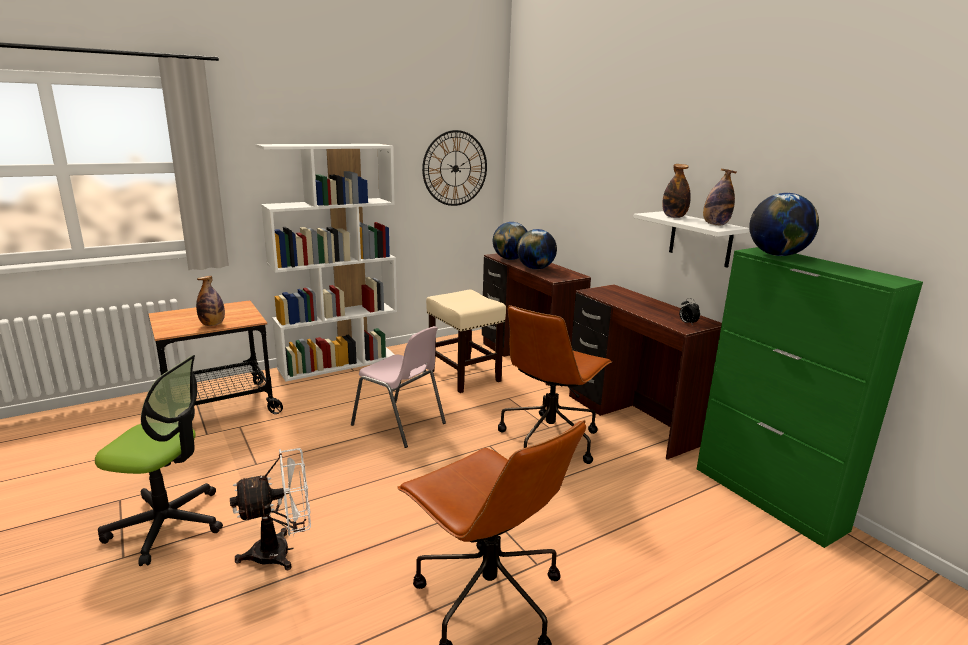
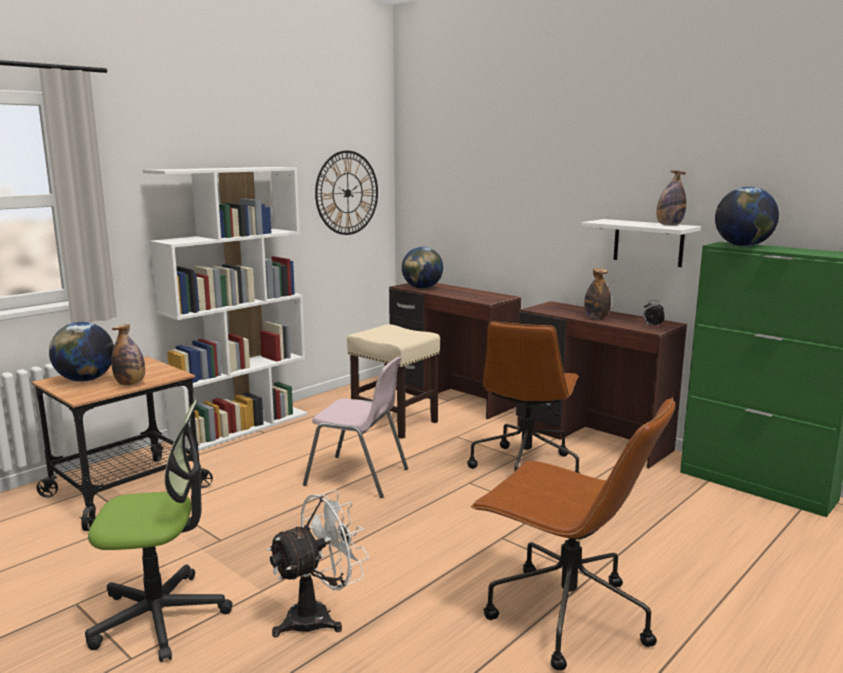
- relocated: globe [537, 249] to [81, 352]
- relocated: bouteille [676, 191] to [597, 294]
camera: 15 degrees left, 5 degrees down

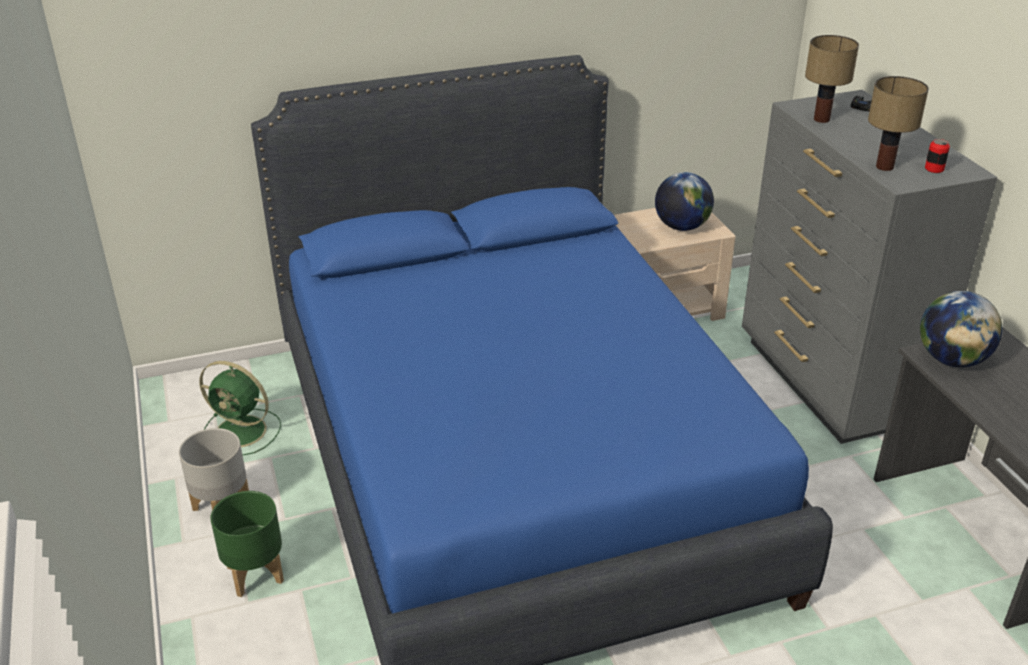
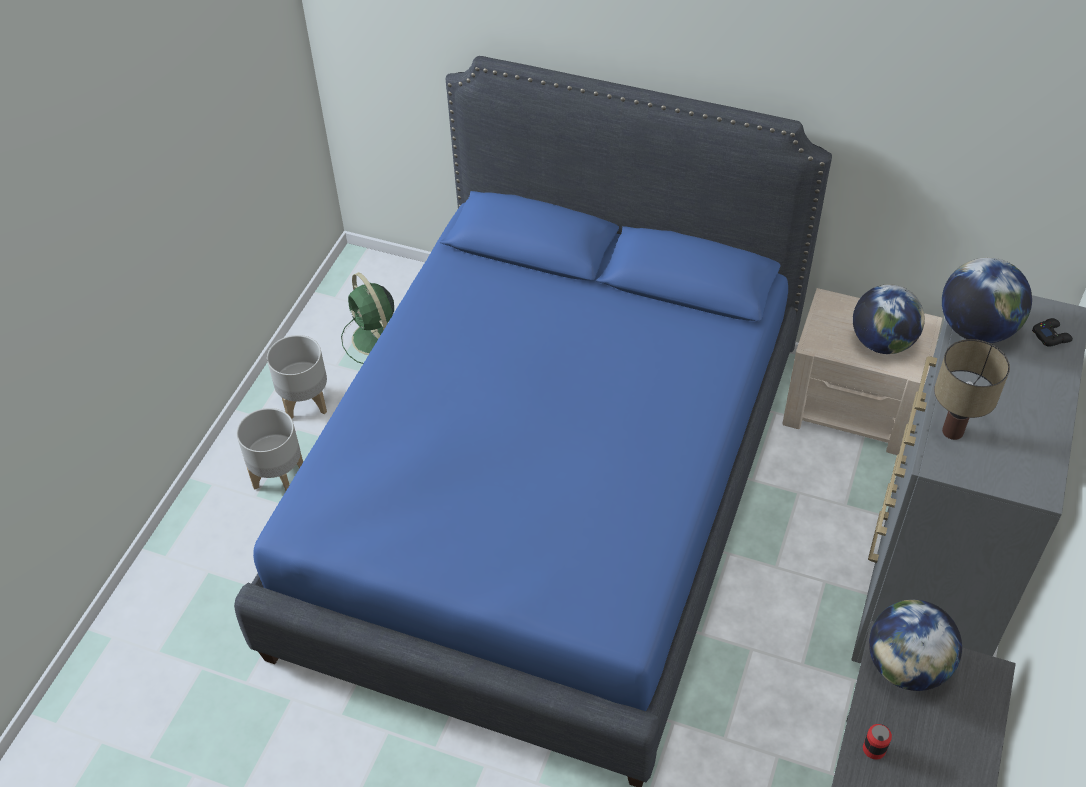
- relocated: boîte métallique [937, 156] to [877, 741]
- exchanged: lampe de table [832, 79] to globe [987, 300]
- colour: cache-pot [vert] [247, 544] to cache-pot [gris] [270, 449]
camera: 40 degrees right, 15 degrees up

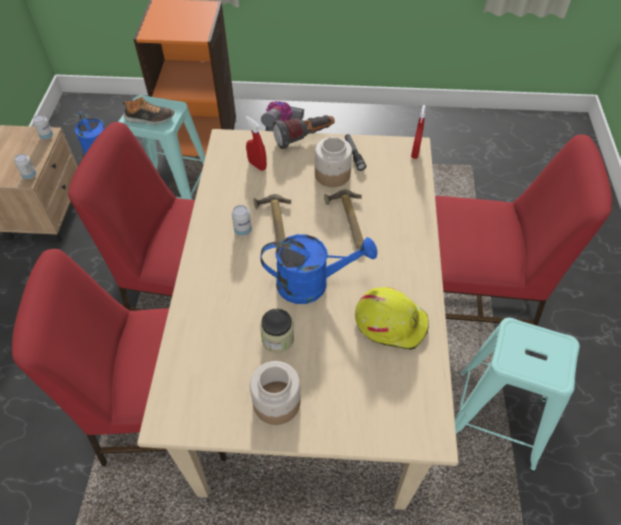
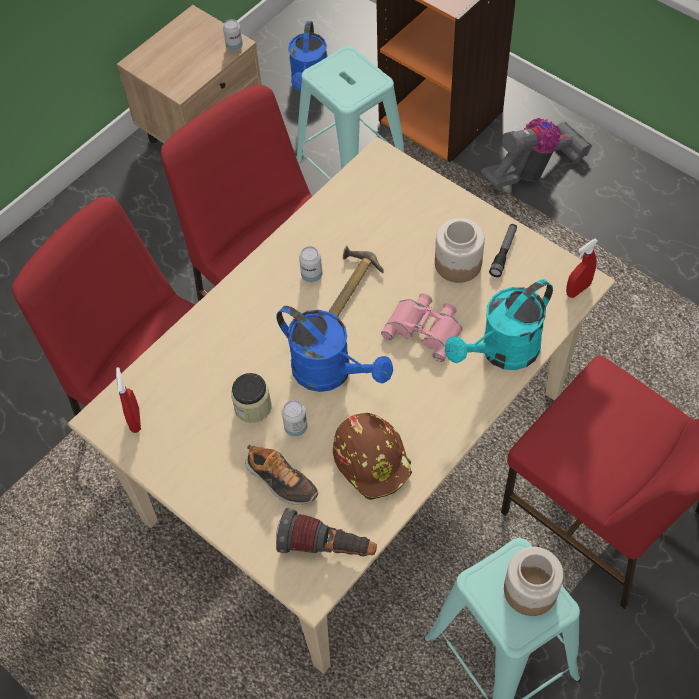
- appeared: arrosoir [turquoise] [499, 324]
- relocated: boîte métallique [25, 166] to [294, 418]
- relocated: chaussure [148, 111] to [281, 474]
- relocated: vaporisateur [rouge] [256, 143] to [128, 400]
- relocated: bocal [275, 393] to [534, 581]
- relocated: lampe de poche [304, 132] to [326, 532]
- exchanged: marteau [344, 219] to jumelles [rose] [422, 327]
- colour: casque de chantier [jaune] [392, 318] to casque de chantier [marron] [372, 456]
camera: 40 degrees right, 5 degrees up

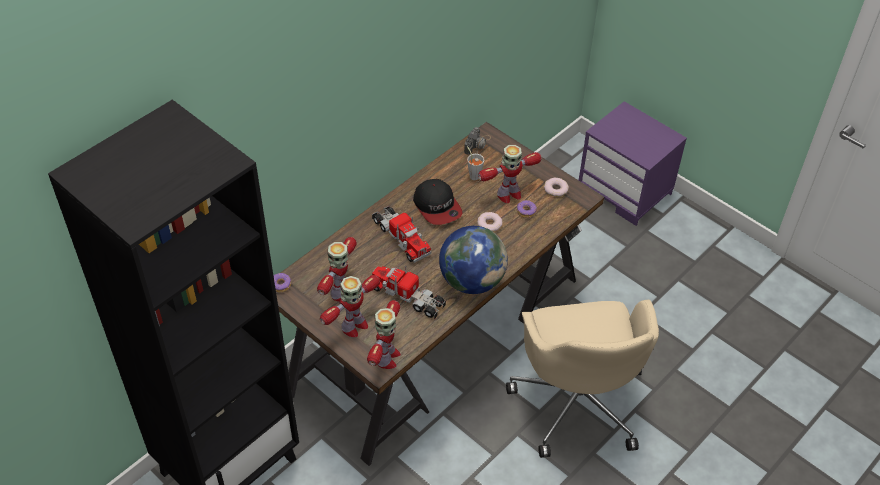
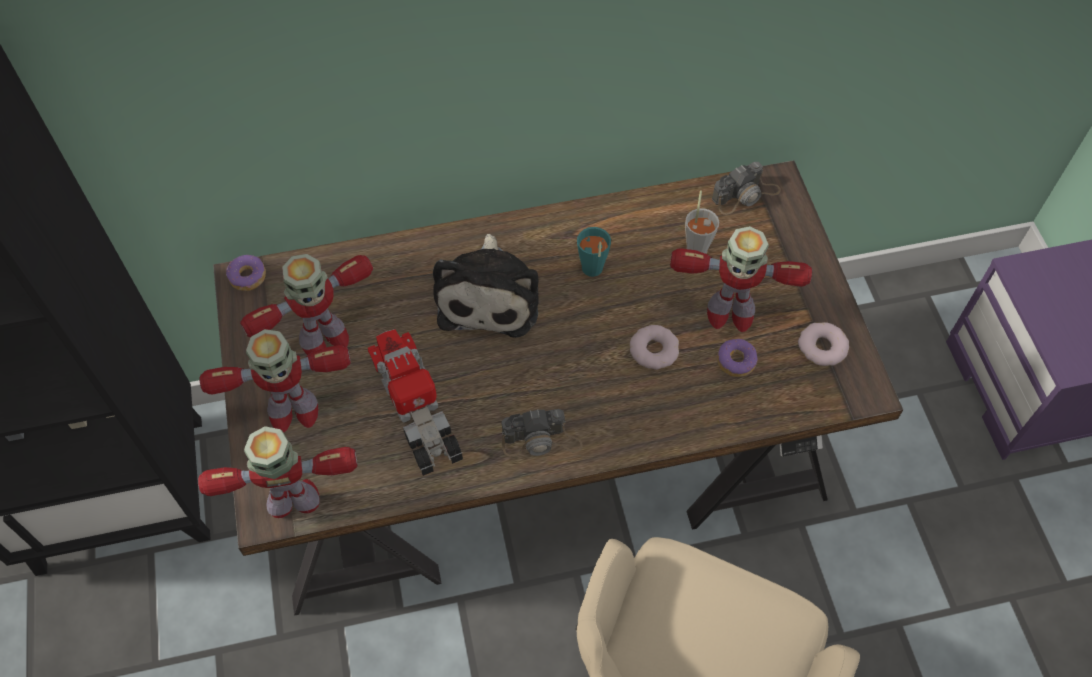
- exchanged: camion jouet [402, 234] to peluche [486, 286]
- exchanged: casquette [437, 202] to tasse [turquoise] [594, 252]
- exchanged: globe [473, 260] to appareil photo [542, 432]
- spun: robot jouet [384, 334] = [278, 472] 150 degrees counterclockwise
camera: 35 degrees right, 10 degrees up

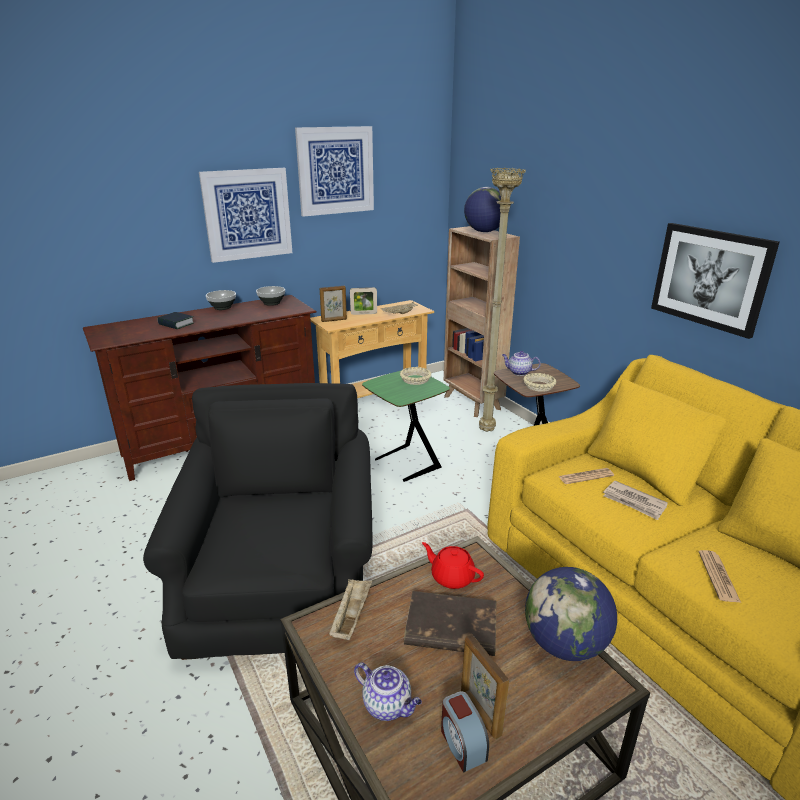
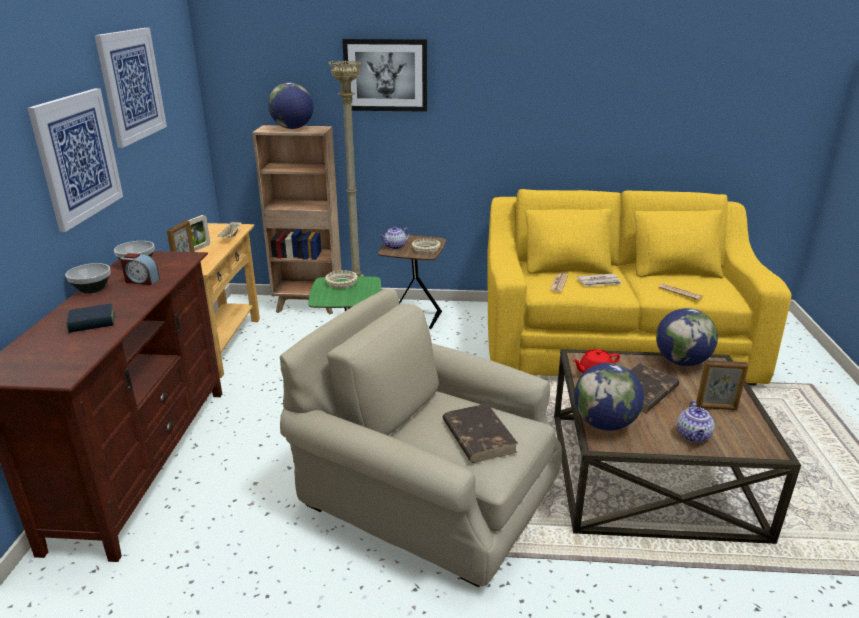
- appeared: livre [marron] [480, 433]
- relocated: réveil [465, 731] to [140, 269]
- relocated: tableau [715, 281] to [384, 75]
- exchanged: plateau [beige] [350, 609] to globe [609, 397]
- colour: fauteuil [noir] [257, 521] to fauteuil [beige] [421, 438]
- spun: théière [388, 692] = [696, 422] 120 degrees clockwise
camera: 55 degrees left, 0 degrees up

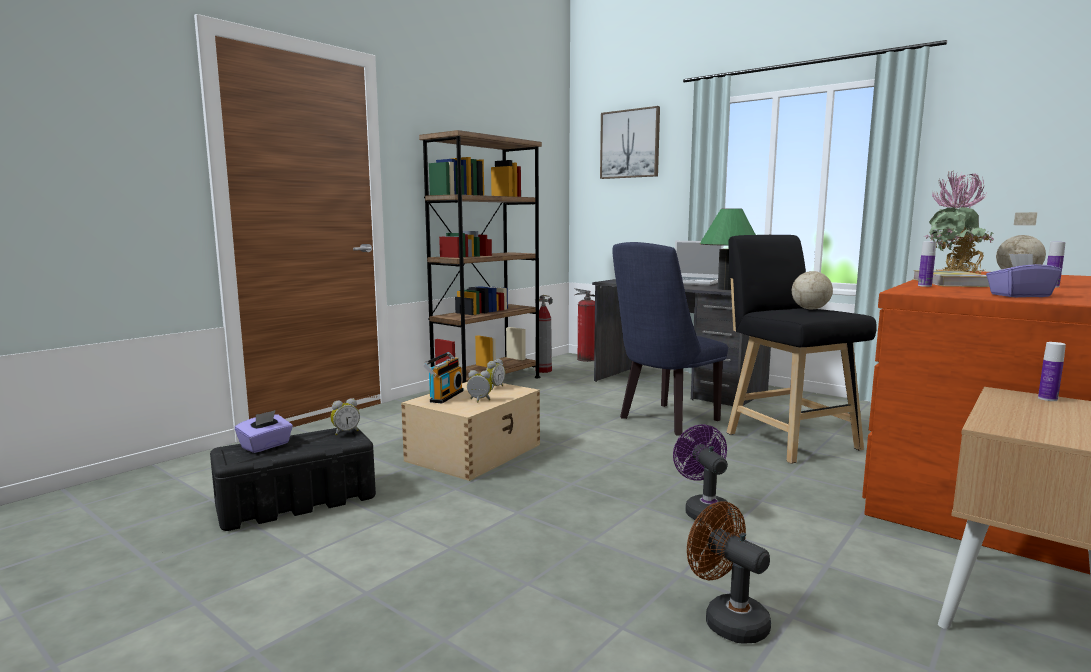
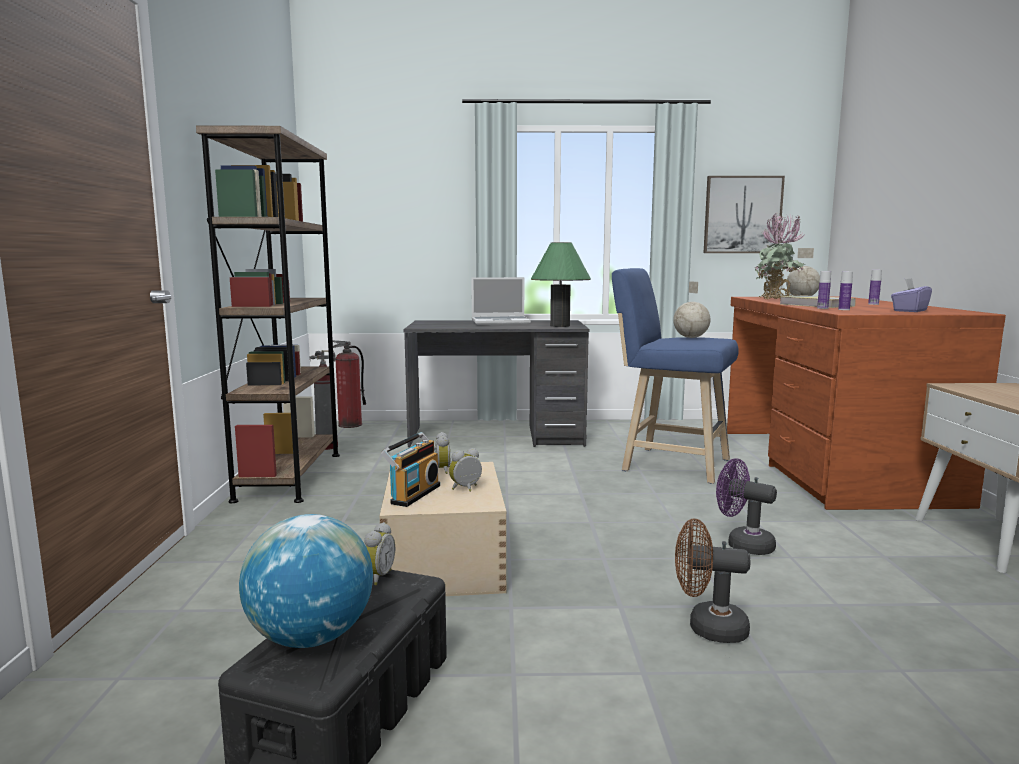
- missing: chaise [bleu] [670, 339]
- relocated: tableau [630, 142] to [744, 214]
- relocated: ventilateur [marron] [729, 572] to [712, 580]
- relocated: bouteille [1052, 371] to [845, 290]
- exchanged: boîte à mouchoirs [violet] [264, 431] to globe [306, 581]
- colour: tabouret [noir] [801, 349] to tabouret [bleu] [675, 376]
- spun: radio [443, 378] = [410, 469] 45 degrees clockwise
camera: 40 degrees left, 0 degrees up

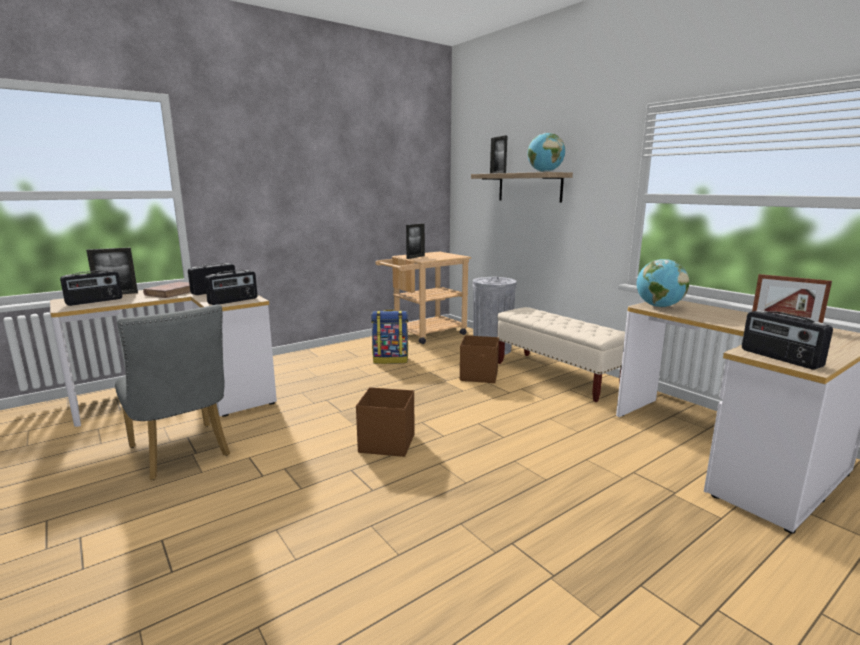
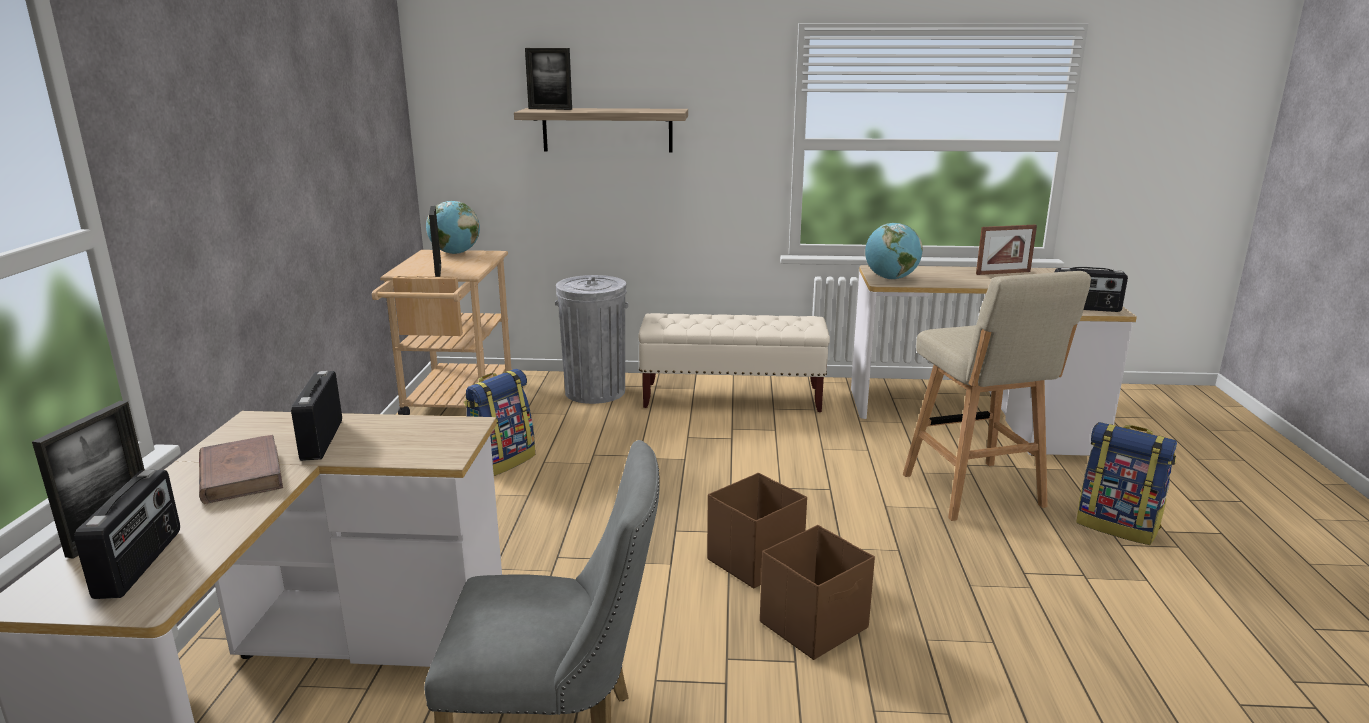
- missing: radio [231, 287]
- appeared: tabouret [beige] [997, 396]
- appeared: sac à dos [1126, 483]
- relocated: boîte de rangement [marron] [479, 359] to [817, 592]
- relocated: globe [546, 152] to [453, 227]
camera: 50 degrees left, 5 degrees up

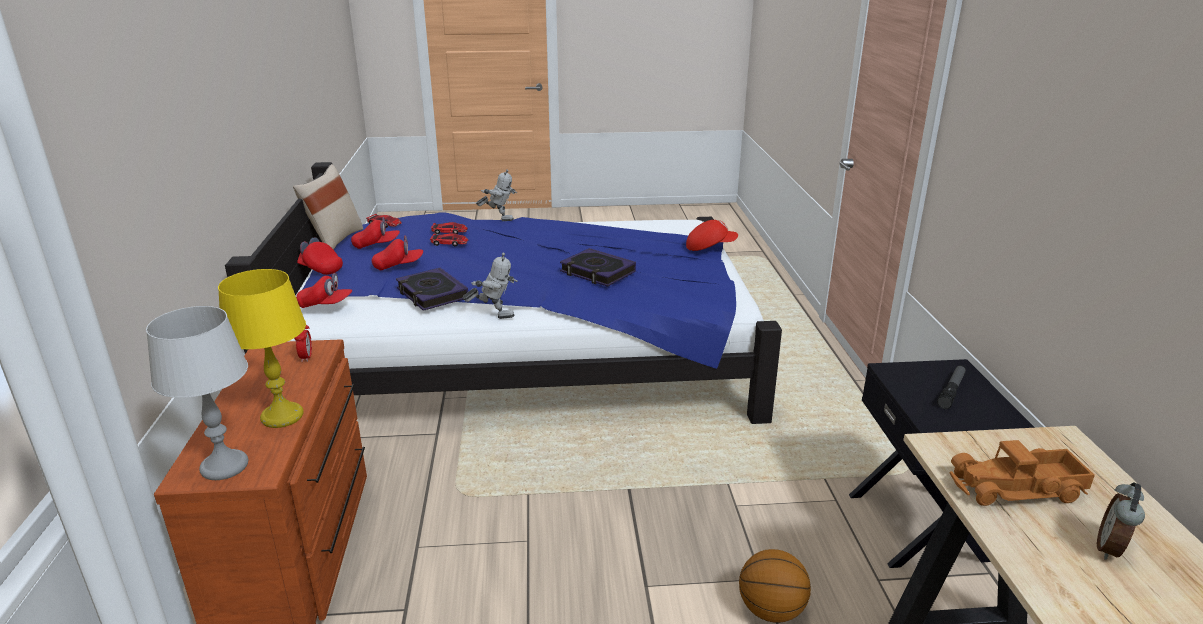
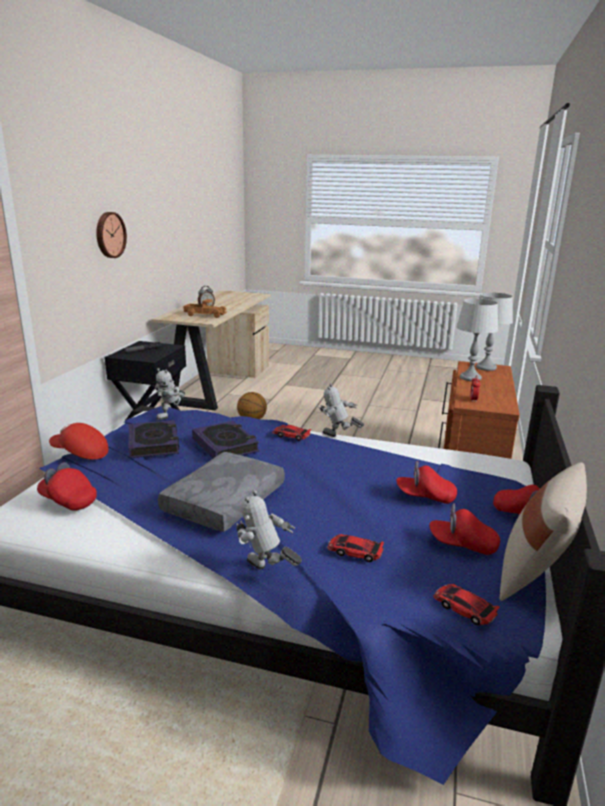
- appeared: horloge murale [111, 235]
- appeared: robot jouet [170, 394]
- appeared: coussin [gris] [221, 492]
- relocated: casquette [rouge] [324, 290] to [67, 486]
- relocated: livre [432, 289] to [153, 439]
- relocated: petite voiture [449, 240] to [291, 433]
- colour: lampe de table [jaune] [262, 348] to lampe de table [gris] [477, 339]
camera: 160 degrees left, 5 degrees down

